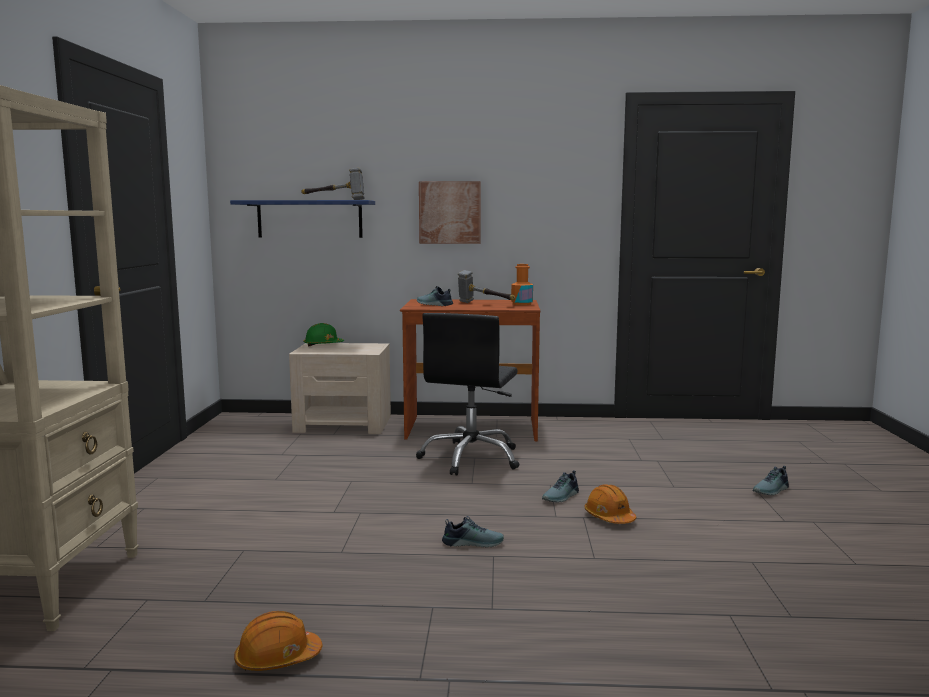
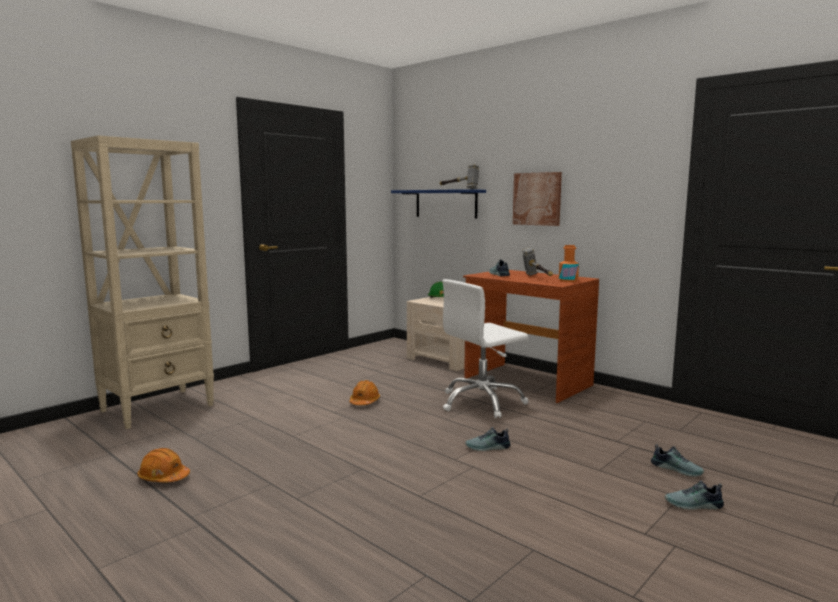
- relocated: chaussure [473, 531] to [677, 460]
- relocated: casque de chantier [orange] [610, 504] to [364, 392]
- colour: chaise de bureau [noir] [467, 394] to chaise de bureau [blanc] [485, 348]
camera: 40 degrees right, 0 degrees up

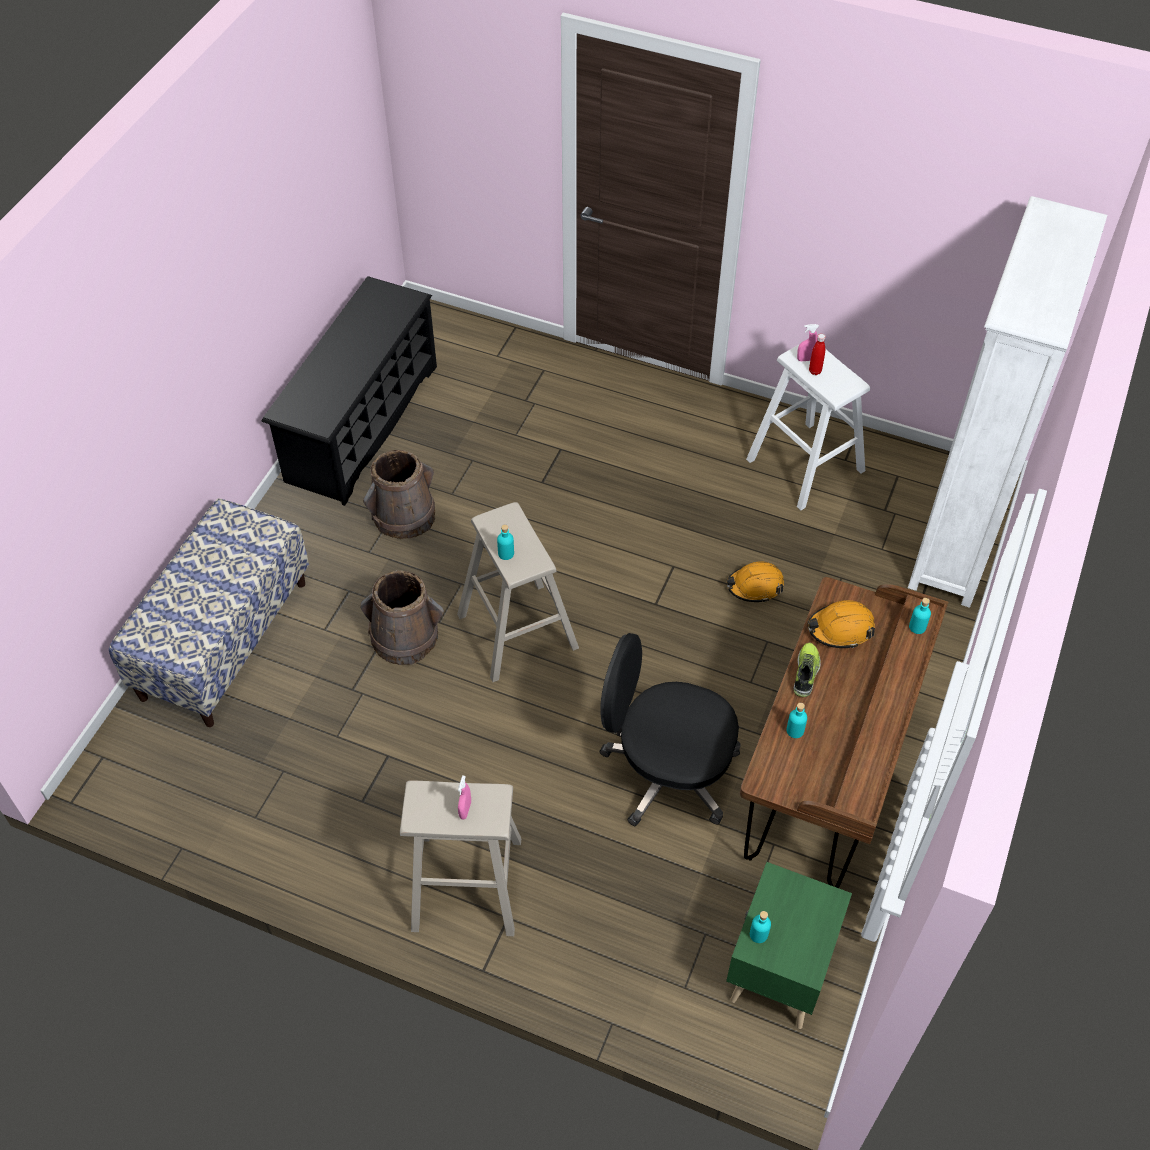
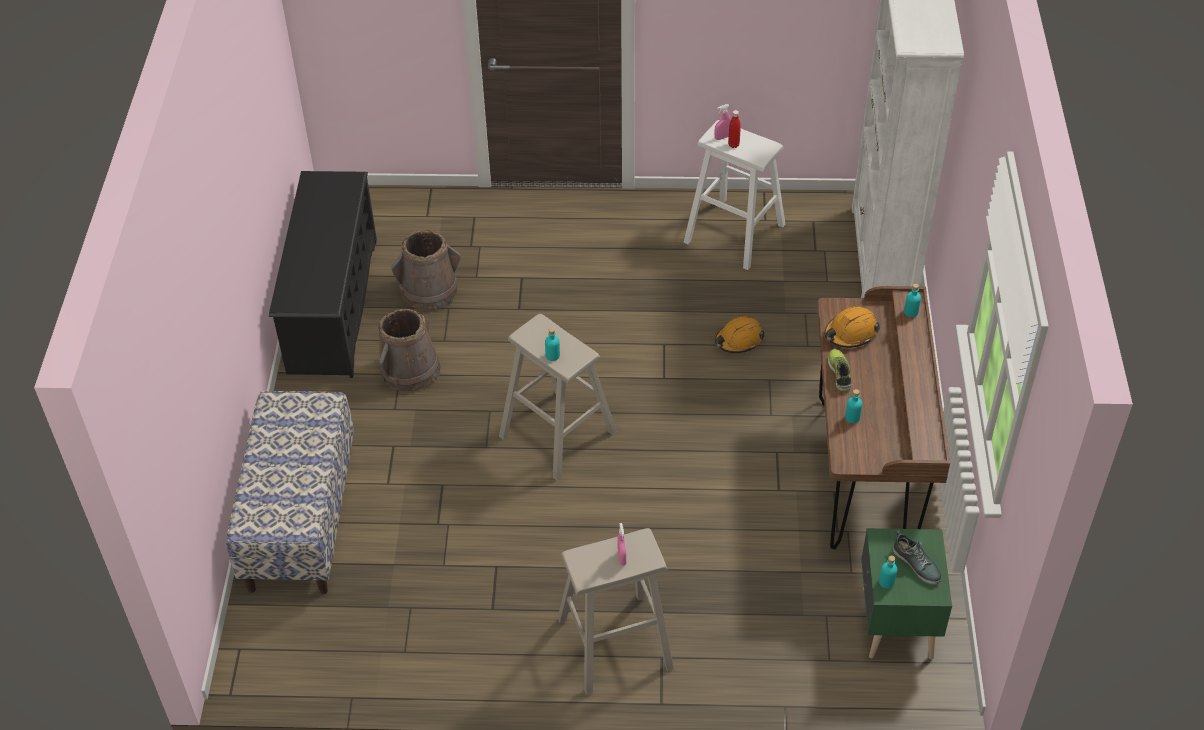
- missing: chaise de bureau [noir] [670, 729]
- appeared: chaussure [917, 558]
- relocated: seau [marron] [402, 617] to [426, 270]
camera: 20 degrees left, 5 degrees down

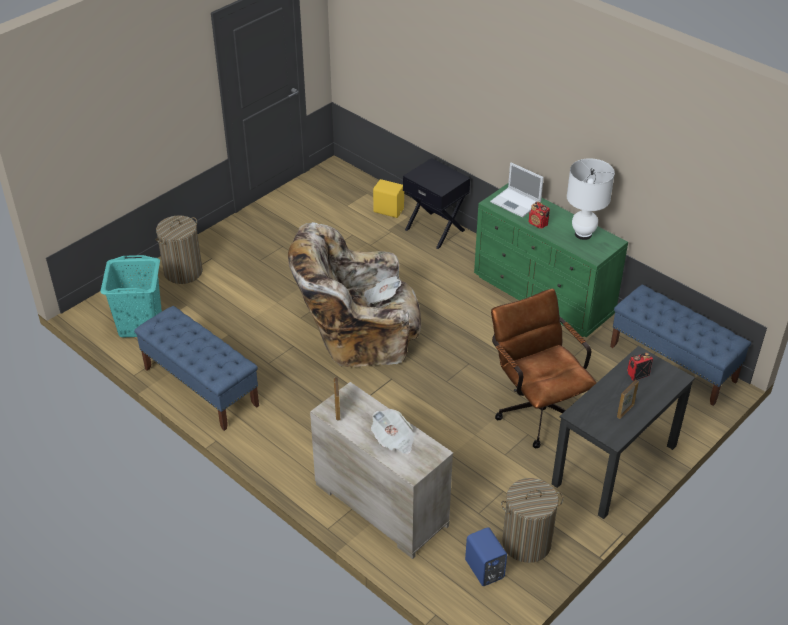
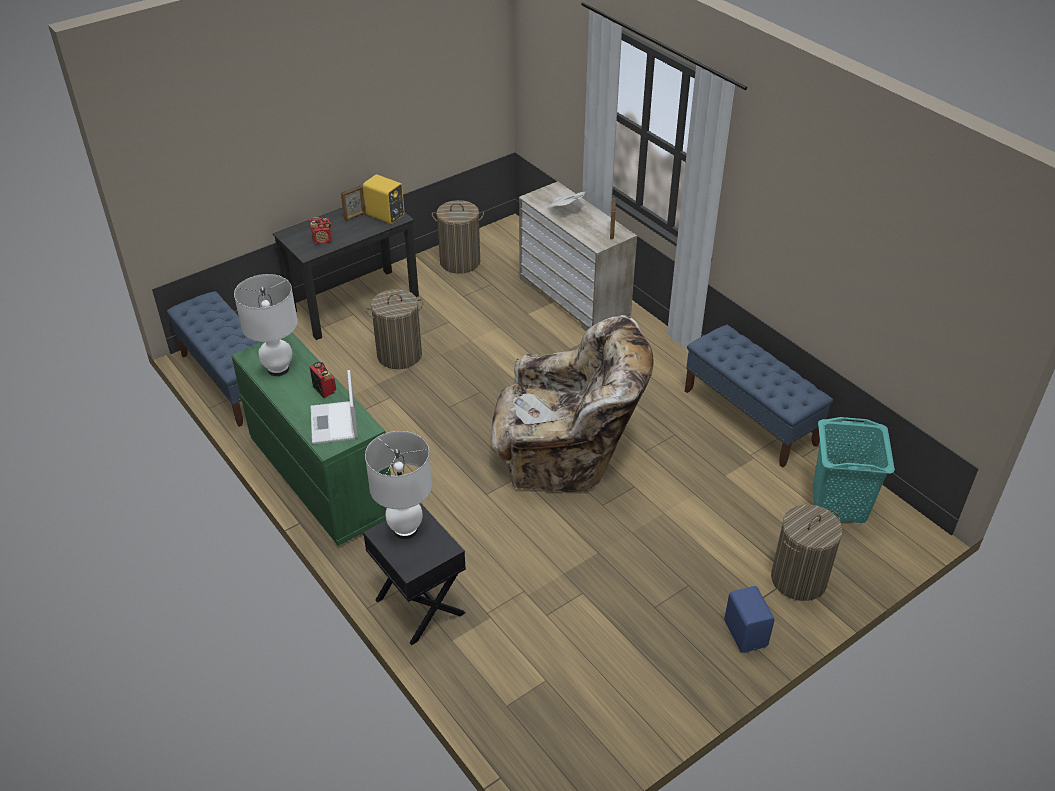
- appeared: lampe de table [blanc] [398, 485]
- relocated: enceinte [jaune] [388, 198] to [383, 199]
- relocated: enceinte [bleu] [486, 556] to [749, 619]
- exchanged: chaise de bureau [marron] [543, 368] to panier à linge [395, 329]
- spun: ordinateur portable [517, 190] = [334, 407] 150 degrees counterclockwise
camera: 170 degrees left, 0 degrees up

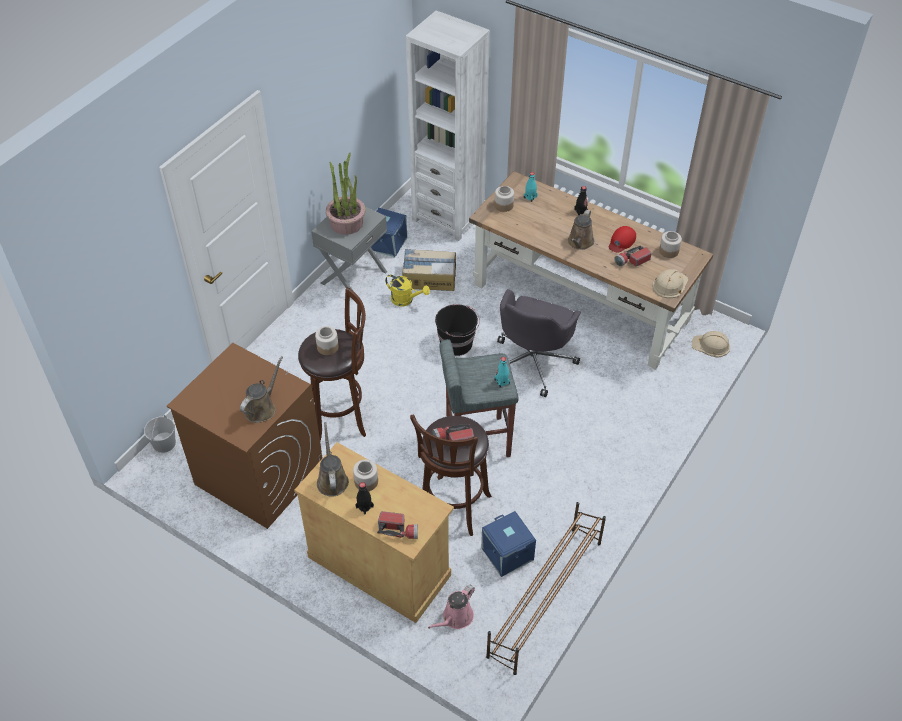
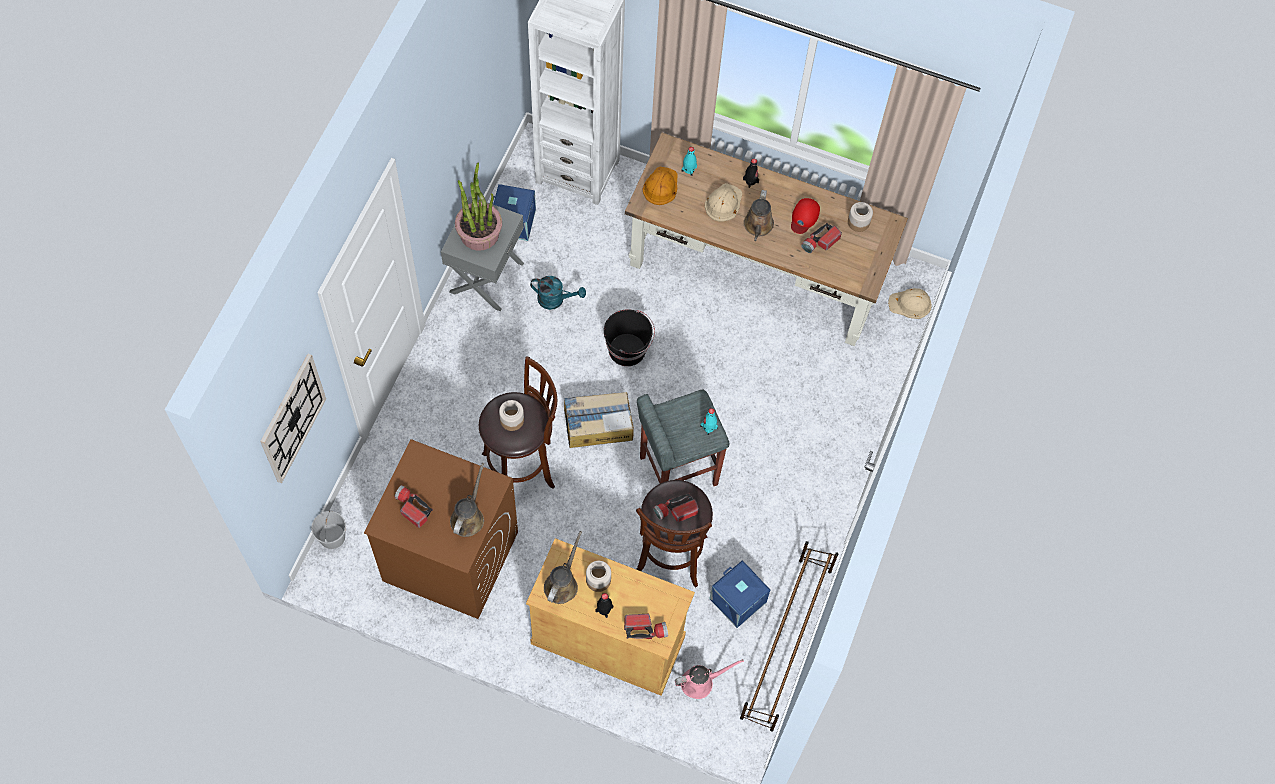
- missing: chaise de bureau [gris] [539, 343]
- appeared: horloge murale [293, 418]
- appeared: lampe de poche [413, 506]
- relocated: carton [429, 270] to [599, 420]
- relocated: casque de chantier [beige] [670, 283] to [723, 202]
- exchanged: bocal [504, 199] to casque de chantier [orange] [660, 186]
- colour: arrosoir [jaune] [407, 291] to arrosoir [turquoise] [558, 293]
- spun: arrosoir [marron] [333, 459] = [563, 567] 45 degrees clockwise
- spun: arrosoir [rose] [451, 607] = [709, 679] 135 degrees counterclockwise
camera: 15 degrees left, 15 degrees up

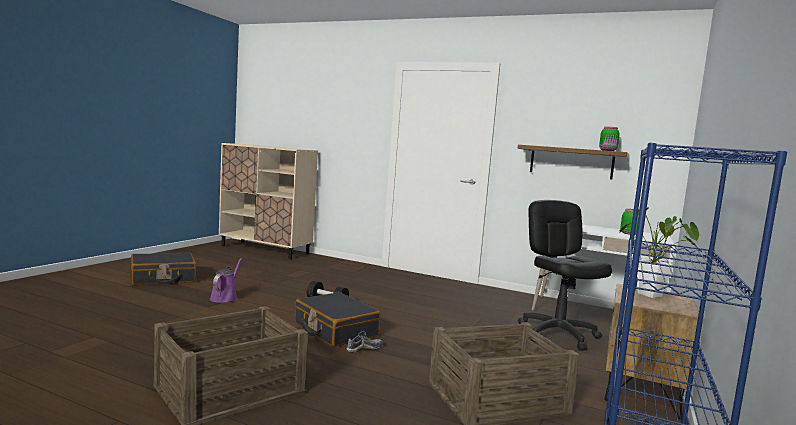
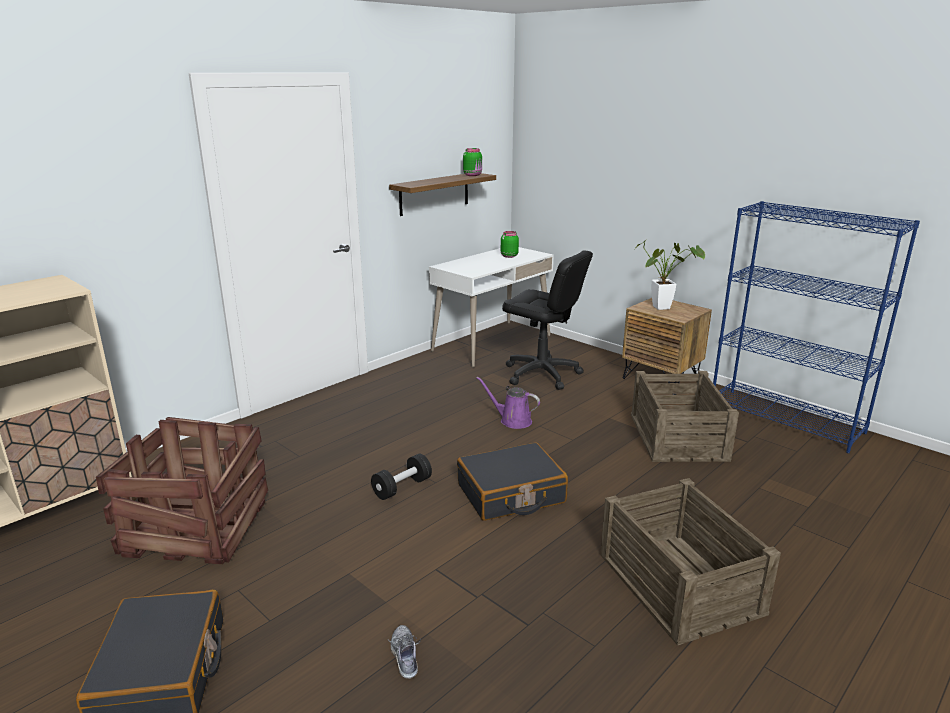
- appeared: caisse [182, 490]
- relocated: arrosoir [violet] [226, 280] to [508, 403]
- relocated: chaussure [364, 342] to [404, 652]
- spun: chaise de bureau [noir] [565, 275] = [547, 320] 150 degrees counterclockwise
camera: 70 degrees left, 15 degrees up

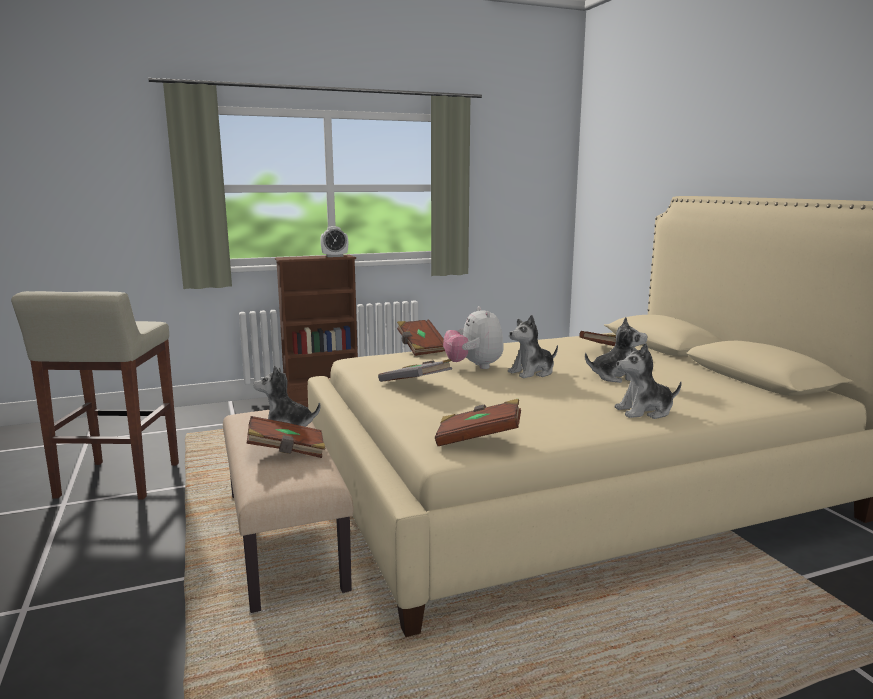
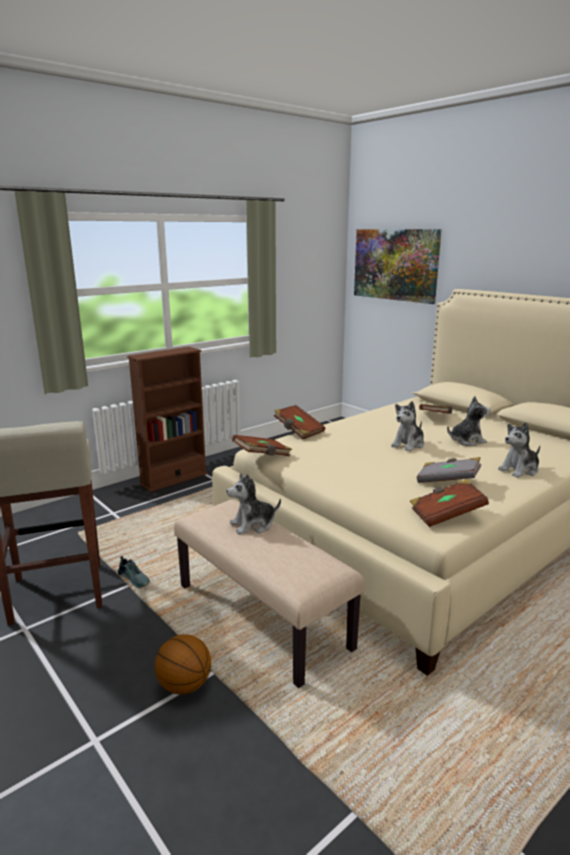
- missing: réveil [334, 241]
- missing: peluche [473, 337]
- appeared: chaussure [134, 572]
- appeared: ballon de basket [183, 664]
- appeared: tableau [398, 266]
- relocated: livre [marron] [286, 437] to [262, 445]
- relocated: livre [gris] [415, 370] to [449, 470]
camera: 20 degrees left, 5 degrees up

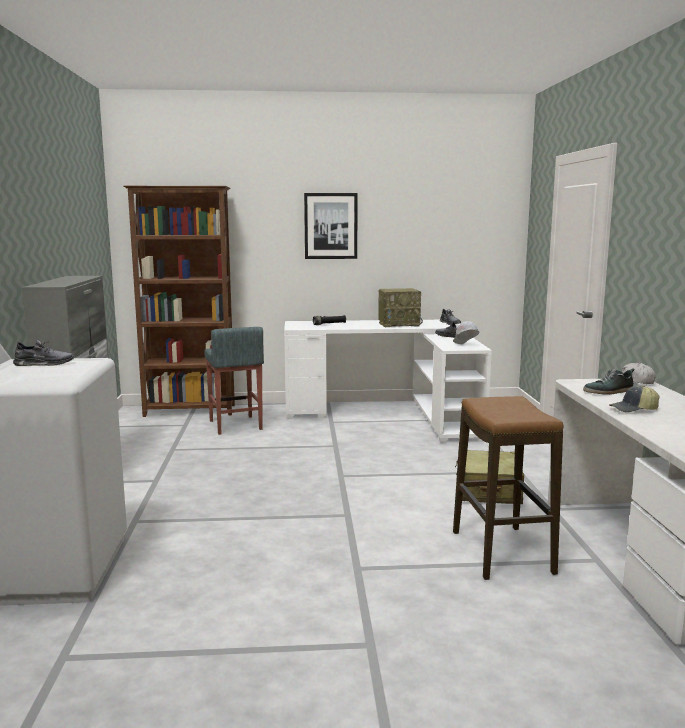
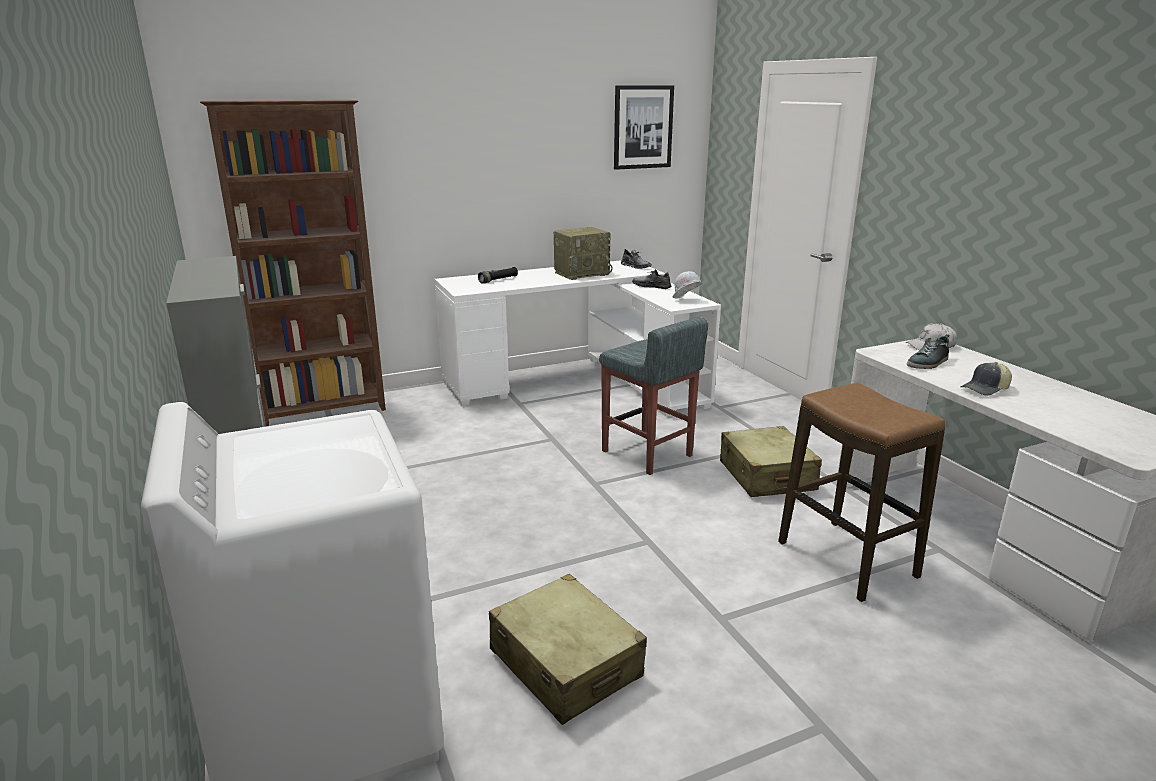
- missing: chaussure [gris] [44, 353]
- appeared: valise [beige] [568, 649]
- relocated: tabouret [gris] [234, 381] to [653, 396]
- relocated: tableau [331, 226] to [644, 127]
camera: 20 degrees left, 10 degrees up

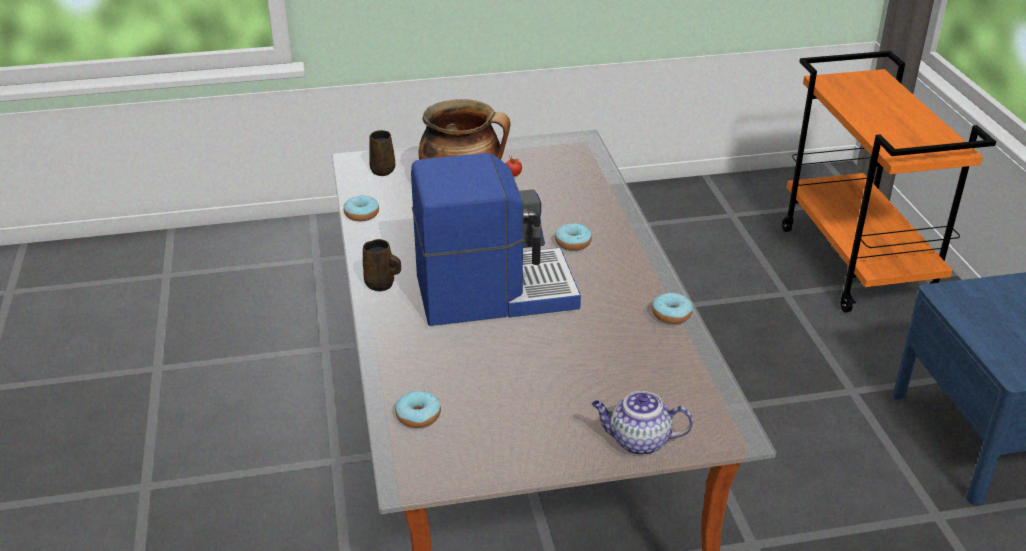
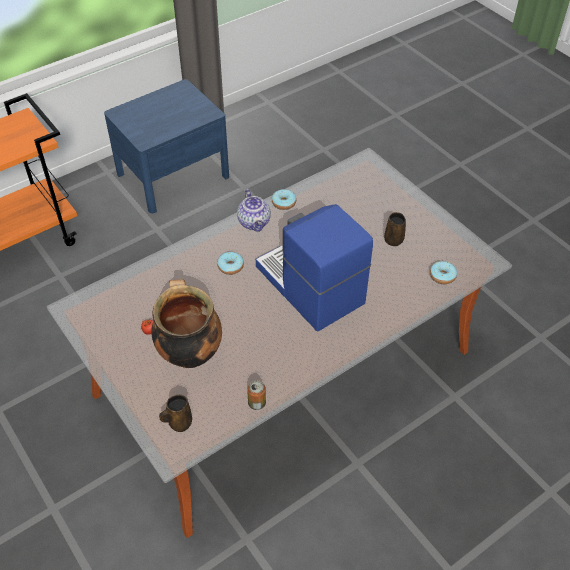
- relocated: mug [marron] [382, 265] to [395, 229]
- relocated: théière [642, 423] to [254, 210]
- exchanged: beignet [361, 208] to boîte métallique [256, 395]
camera: 115 degrees left, 15 degrees up

